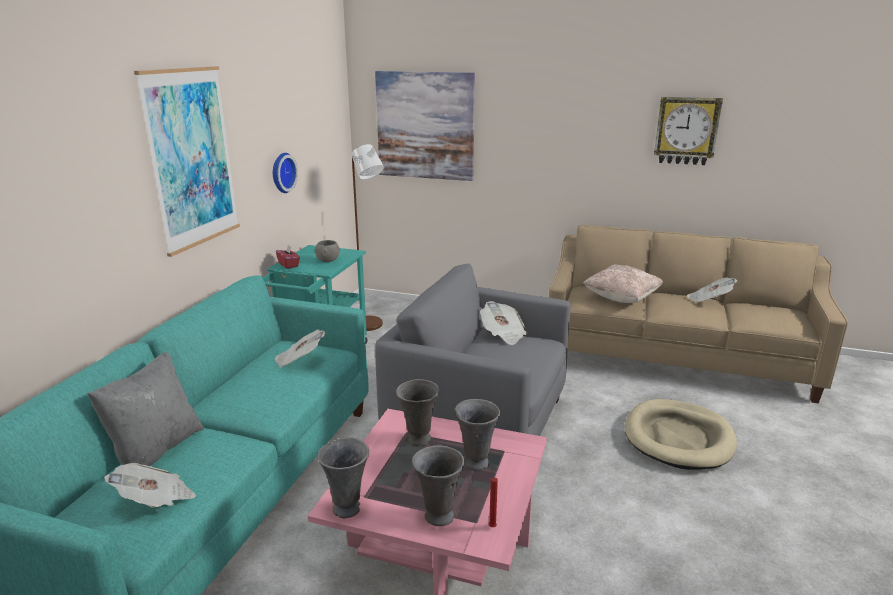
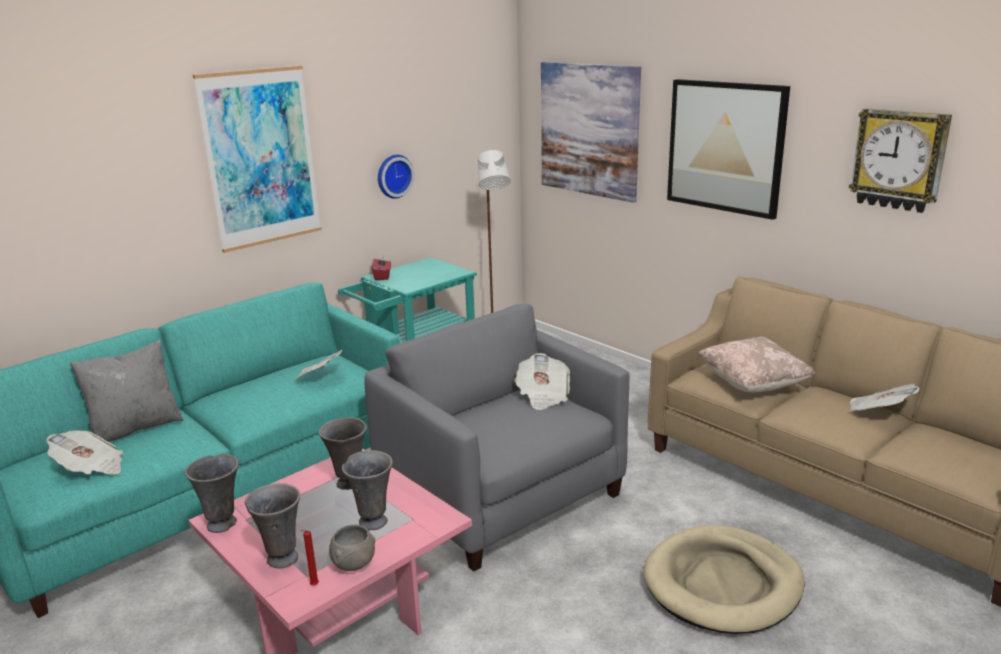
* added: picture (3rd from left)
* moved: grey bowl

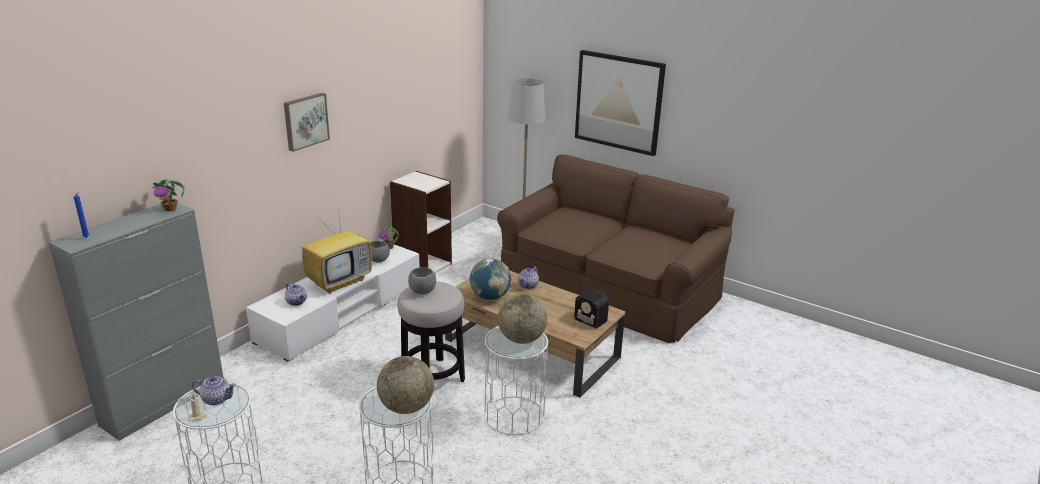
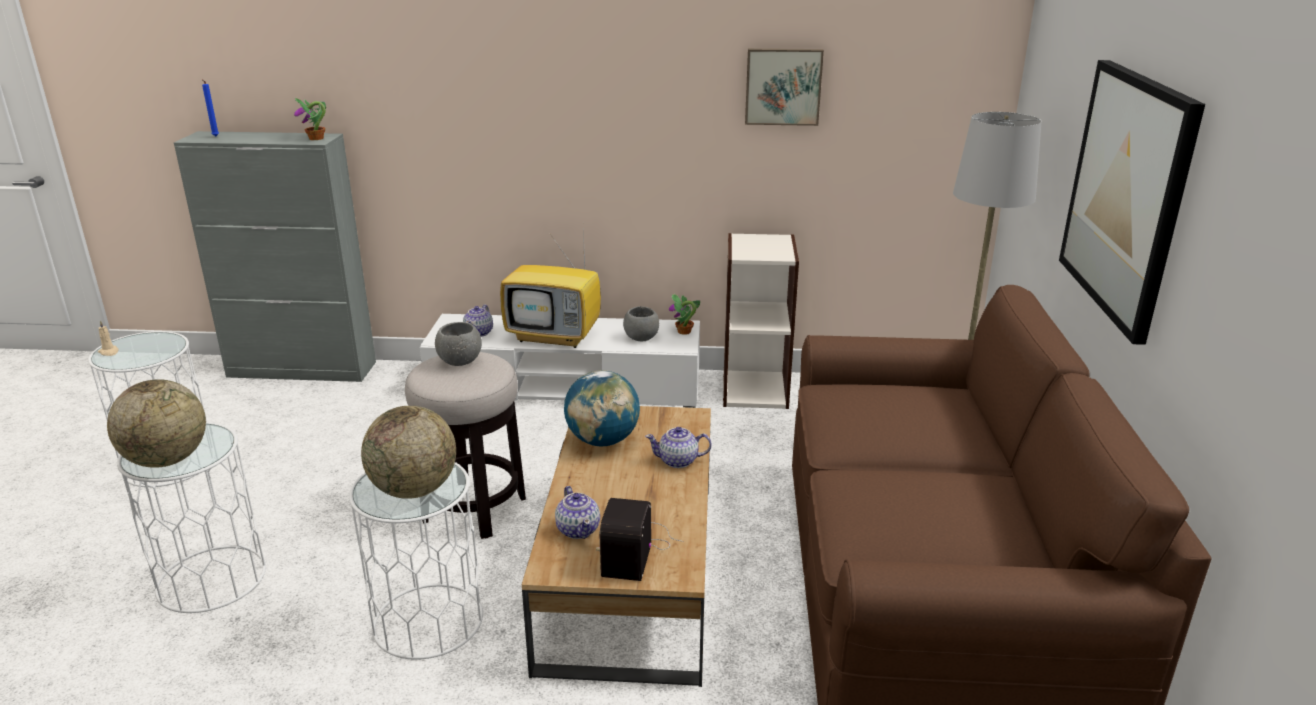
* moved: teapot (1st from left in the first image) to teapot (2nd from left)
* moved: picture (1st from left)

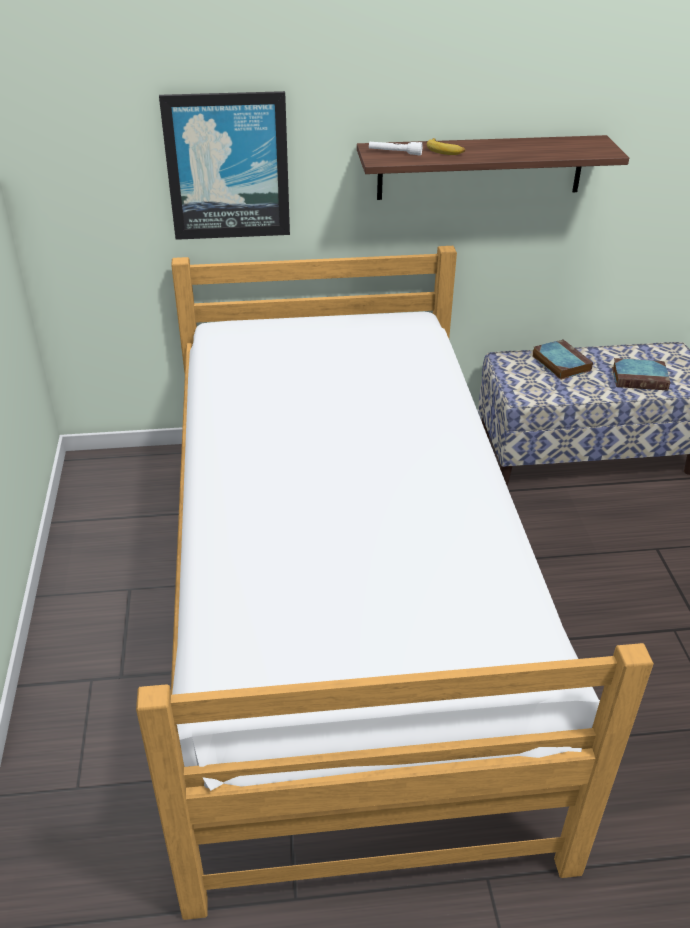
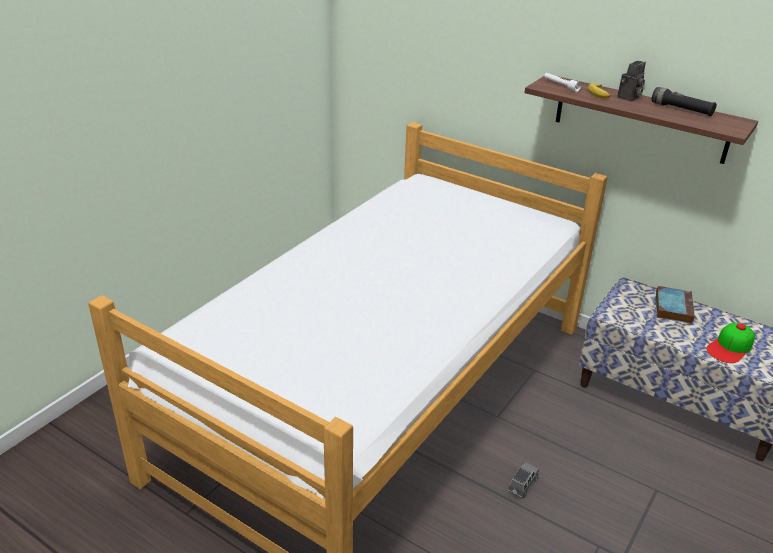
* removed: picture
* added: grey toy car
* added: photo camera
* added: black flashlight
* replaced: book (2nd from left) to cap

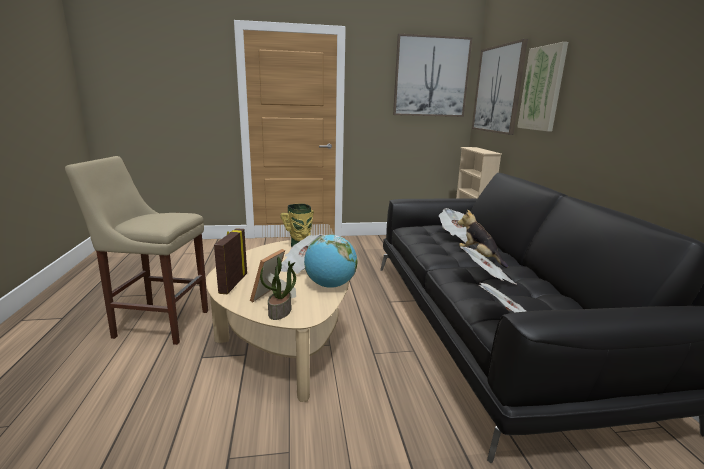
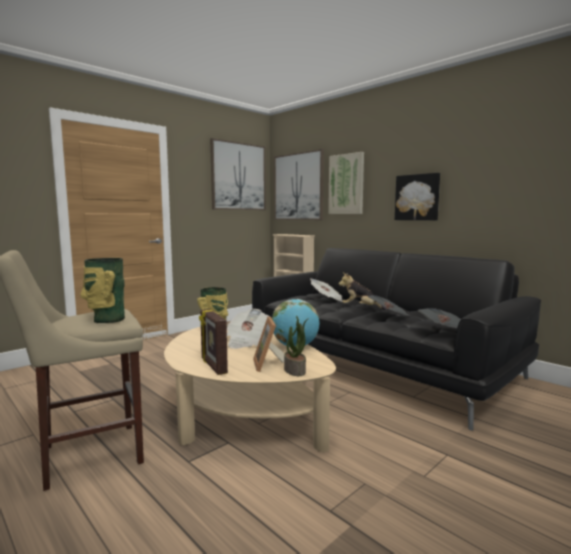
* added: vase (1st from left)
* added: picture (4th from left)

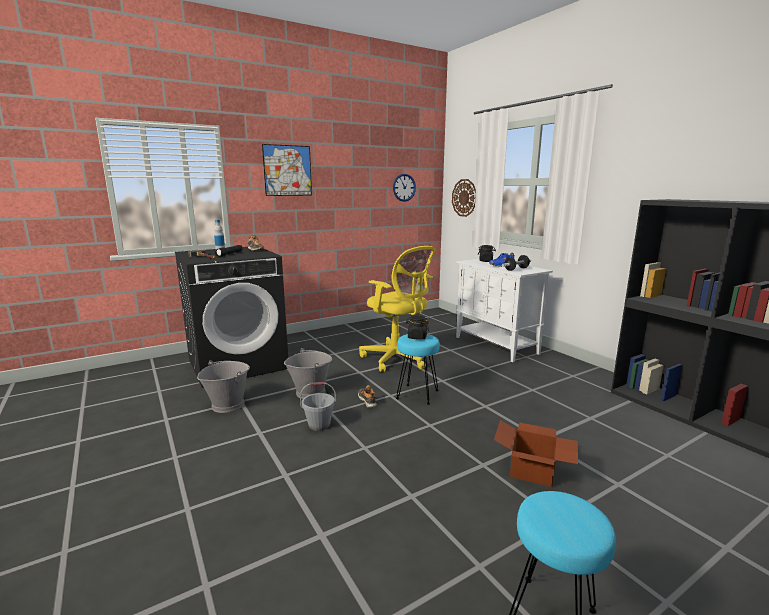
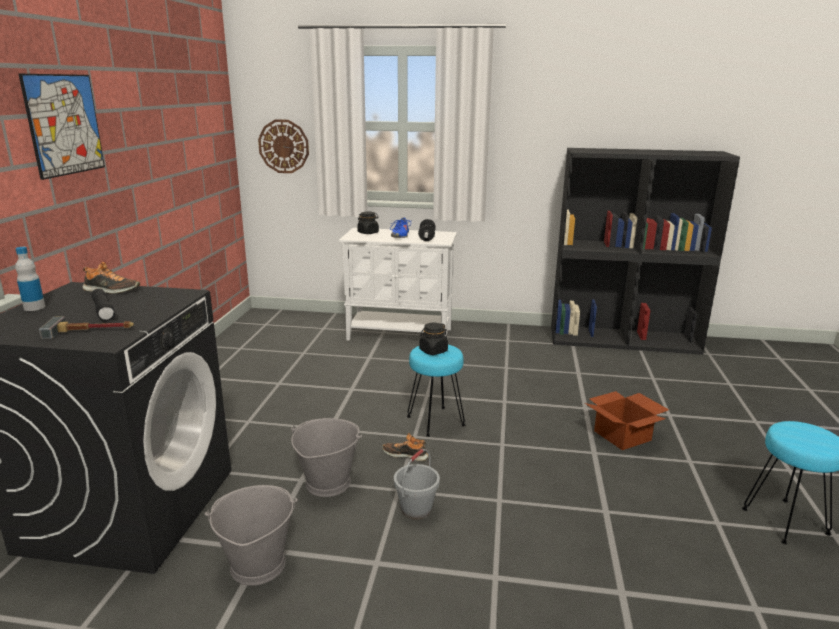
* removed: yellow office chair
* removed: wall clock (1st from left)

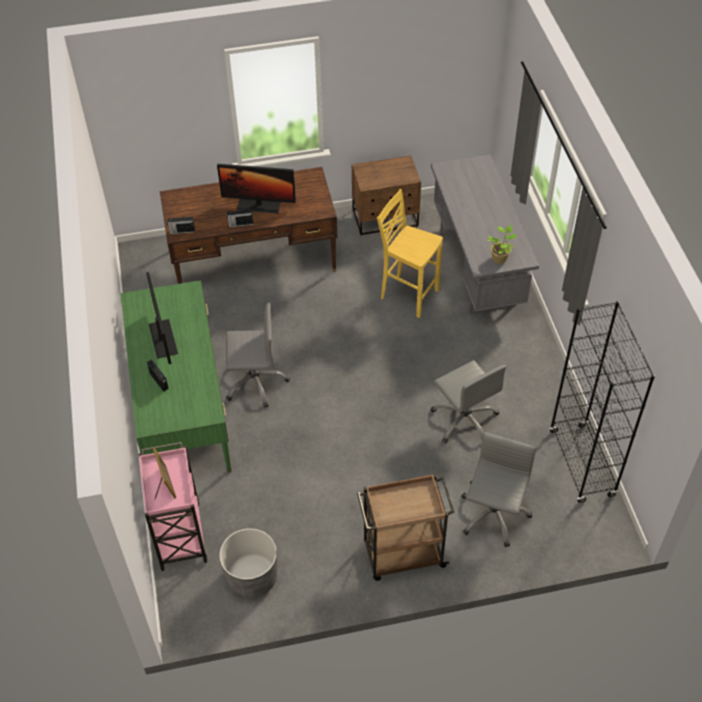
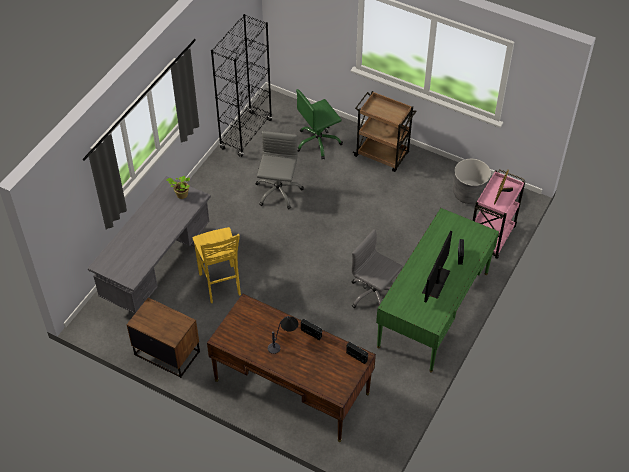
* replaced: monitor (2nd from left) to table lamp
* recoloured: grey office chair (3rd from left) to green office chair

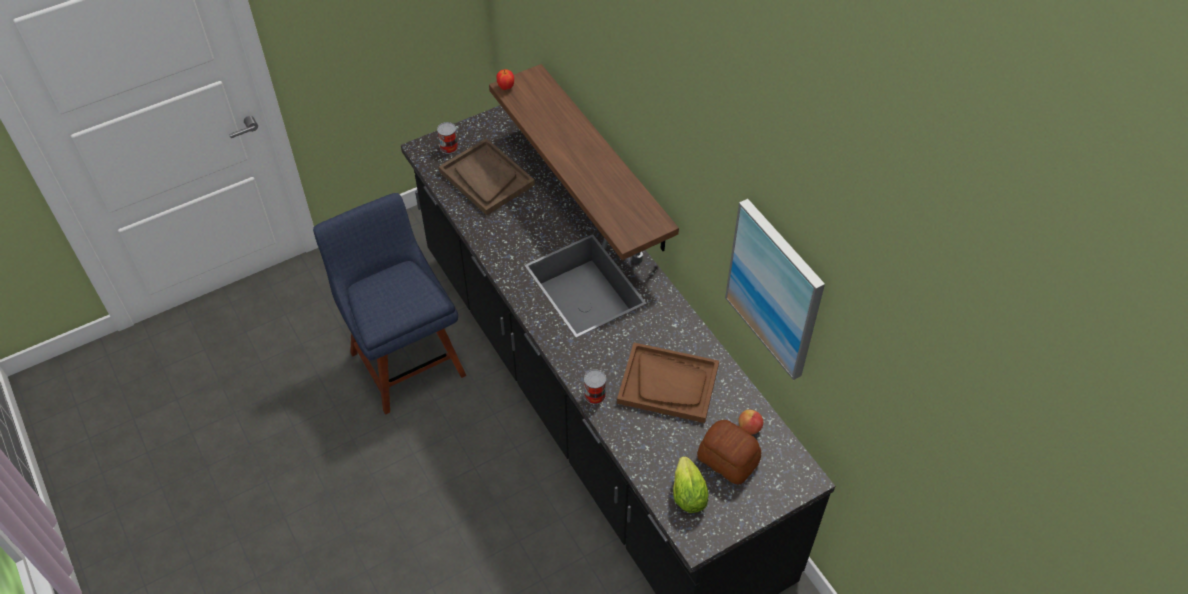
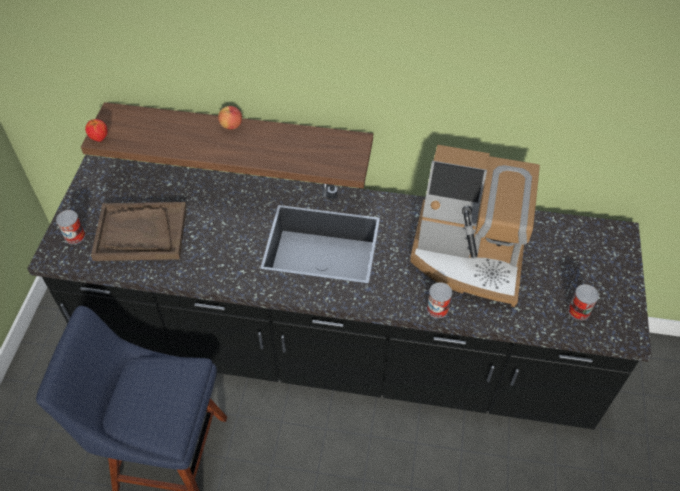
* removed: bread
* removed: picture
* moved: apple (2nd from left)
* replaced: brown tray (2nd from left) to coffee machine
* replaced: lettuce to can (3rd from left)

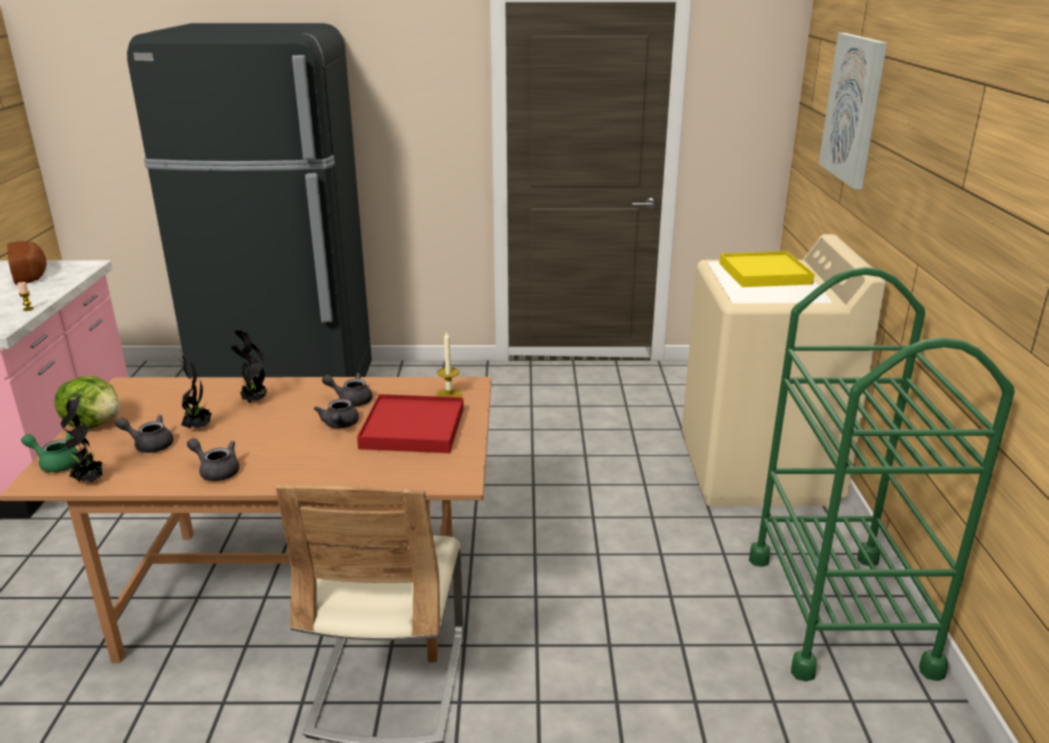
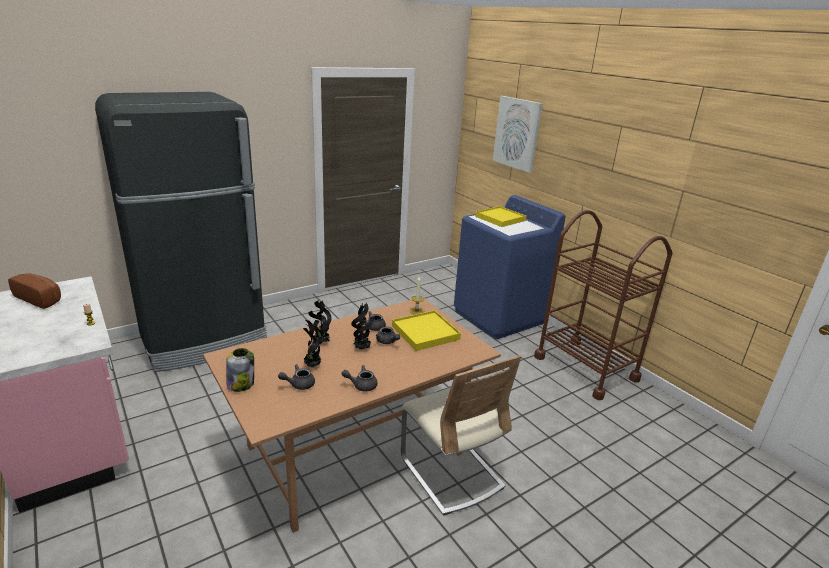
* removed: green teapot
* moved: potted plant (1st from left in the first image) to potted plant (3rd from left)
* replaced: lettuce to jar
* recoloured: red tray to yellow tray (1st from left)
* recoloured: beige washing machine to blue washing machine
* recoloured: green cart to brown cart

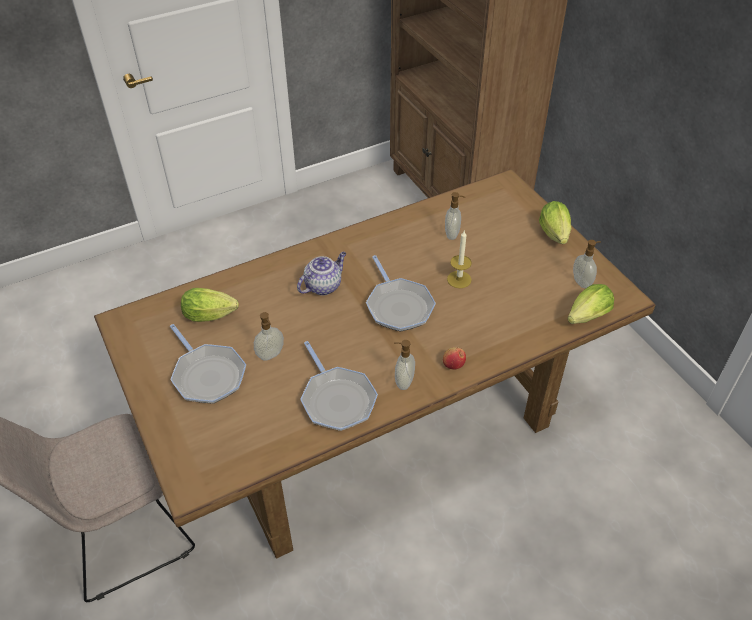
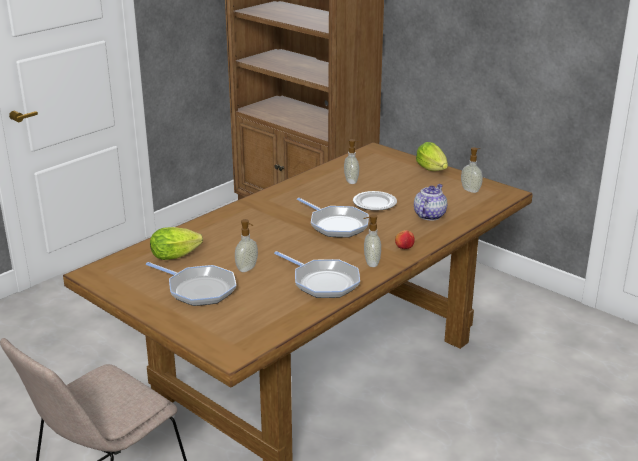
* removed: lettuce (3rd from left)
* moved: teapot
* replaced: candle to plate

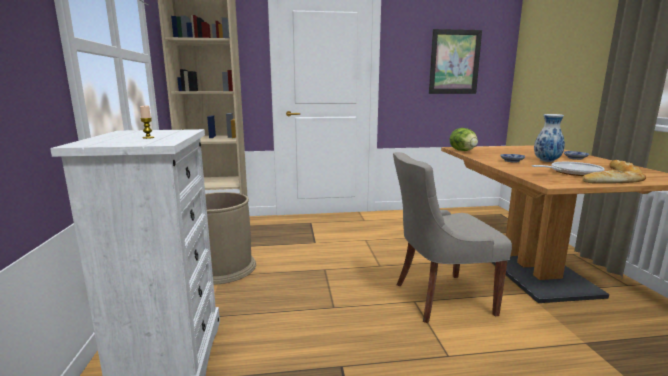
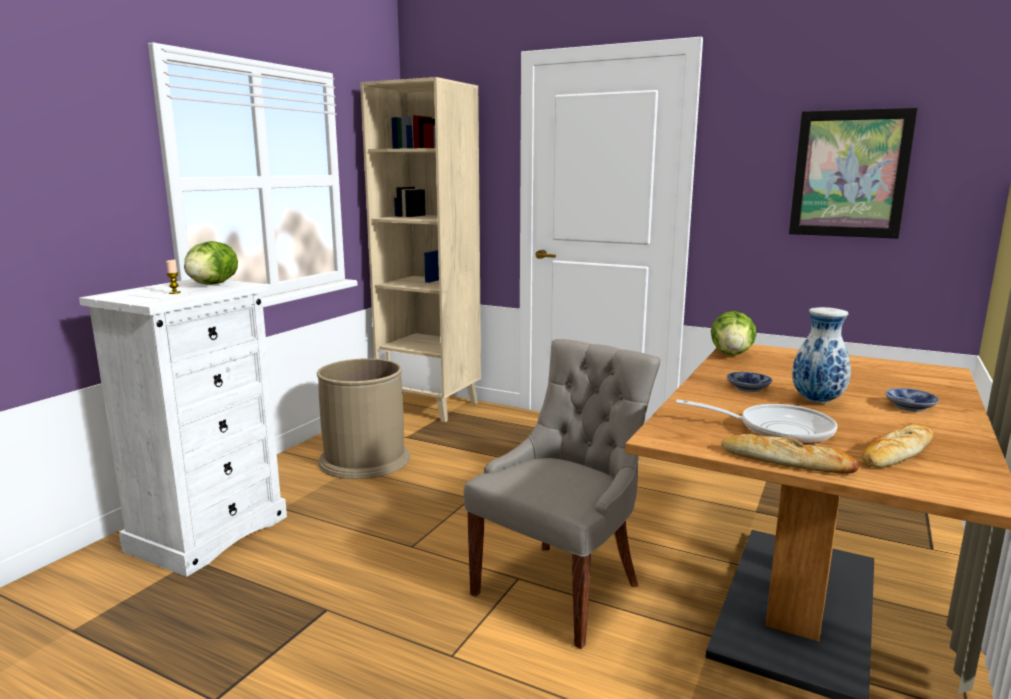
* added: lettuce (1st from left)
* turned: grey chair 105 degrees clockwise

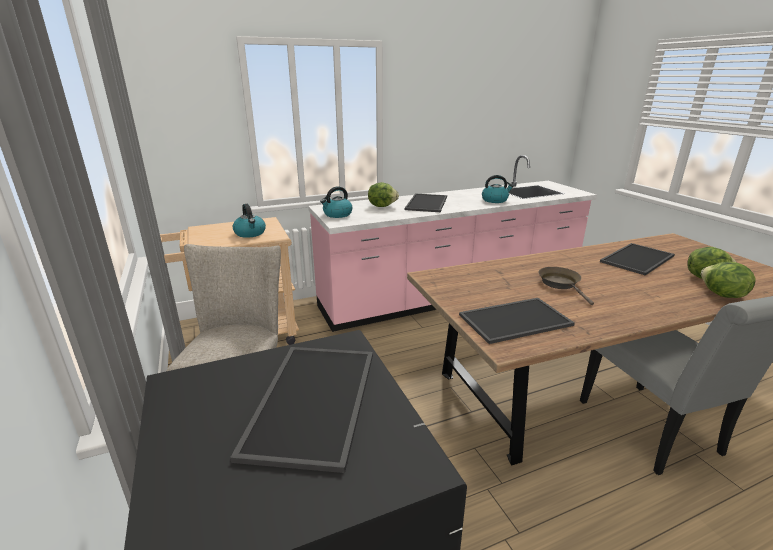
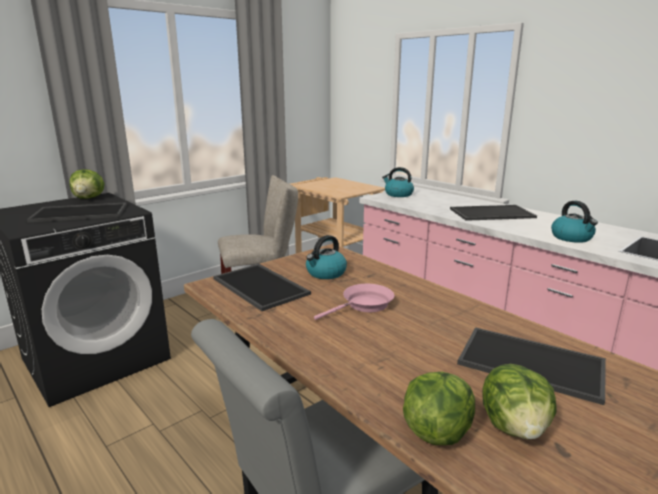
* moved: kettle (1st from left)
* moved: lettuce (1st from left)
* recoloured: brown frying pan to pink frying pan

